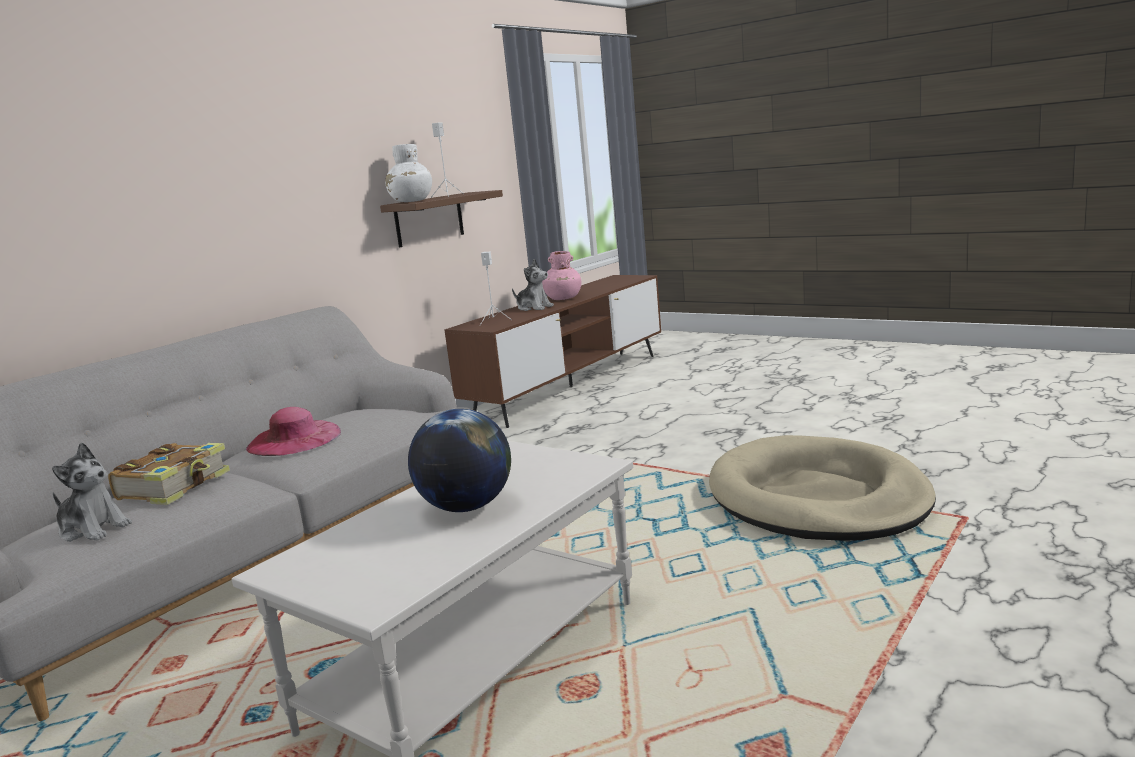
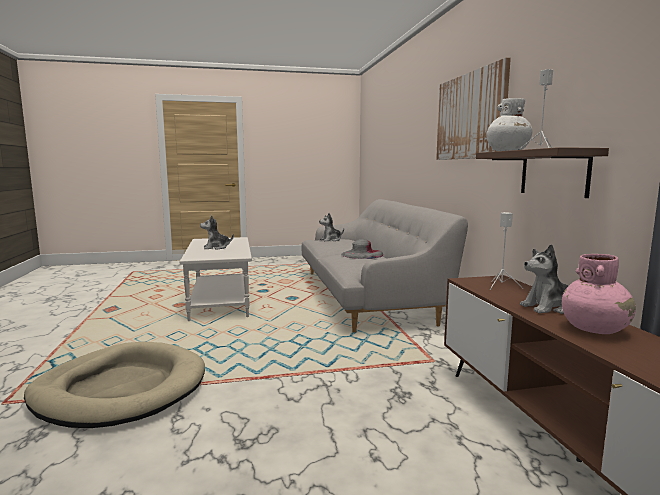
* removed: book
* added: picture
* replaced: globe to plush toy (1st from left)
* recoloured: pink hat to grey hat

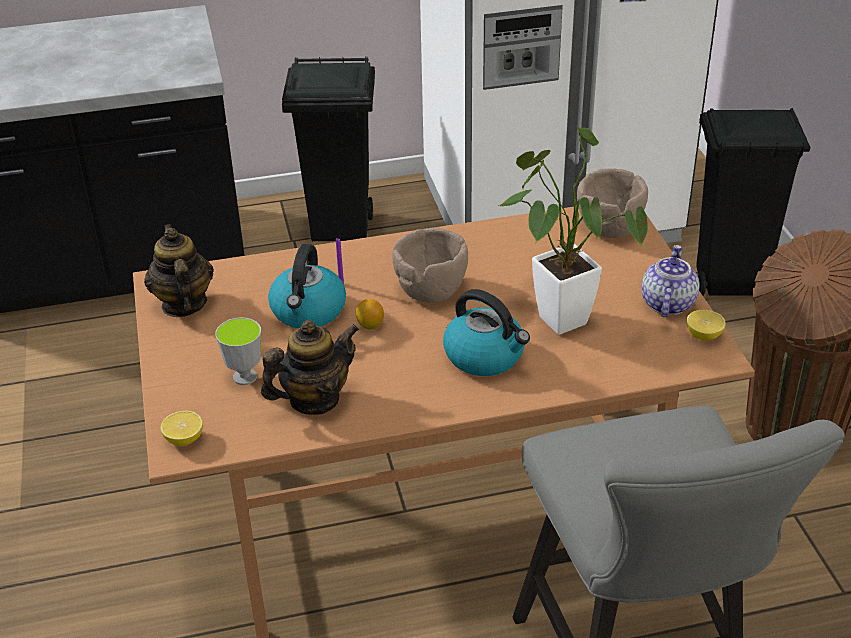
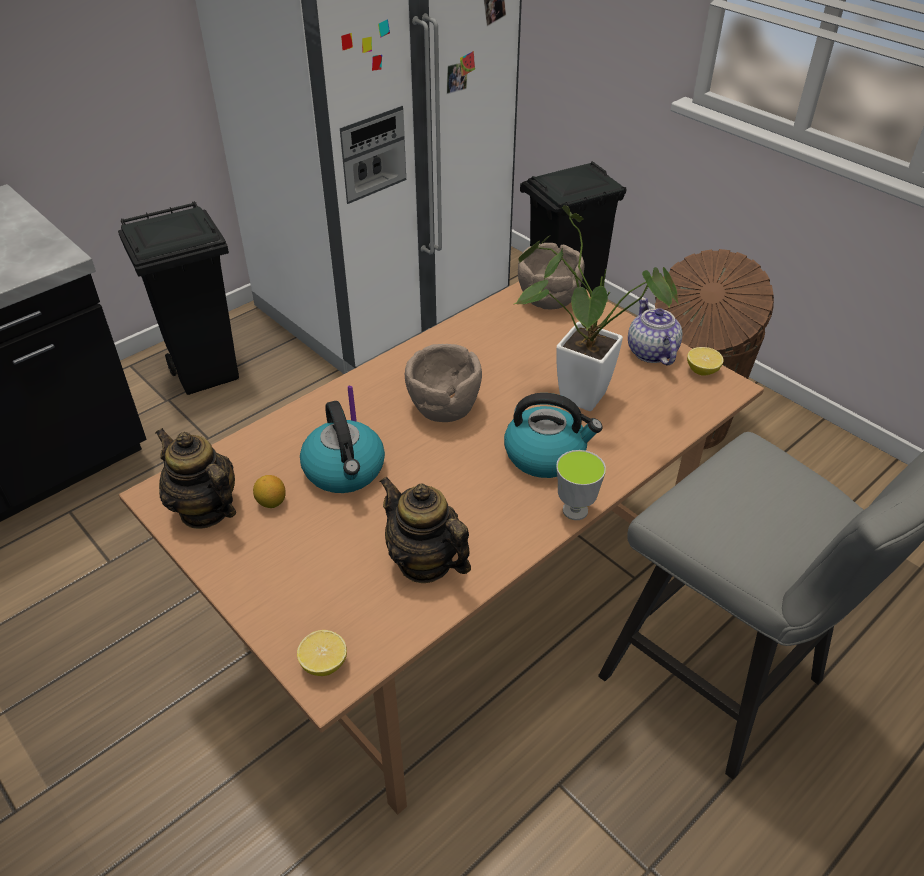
* moved: cup
* moved: lemon (2nd from left in the first image) to lemon (1st from left)
* turned: teapot (2nd from left) 75 degrees counterclockwise

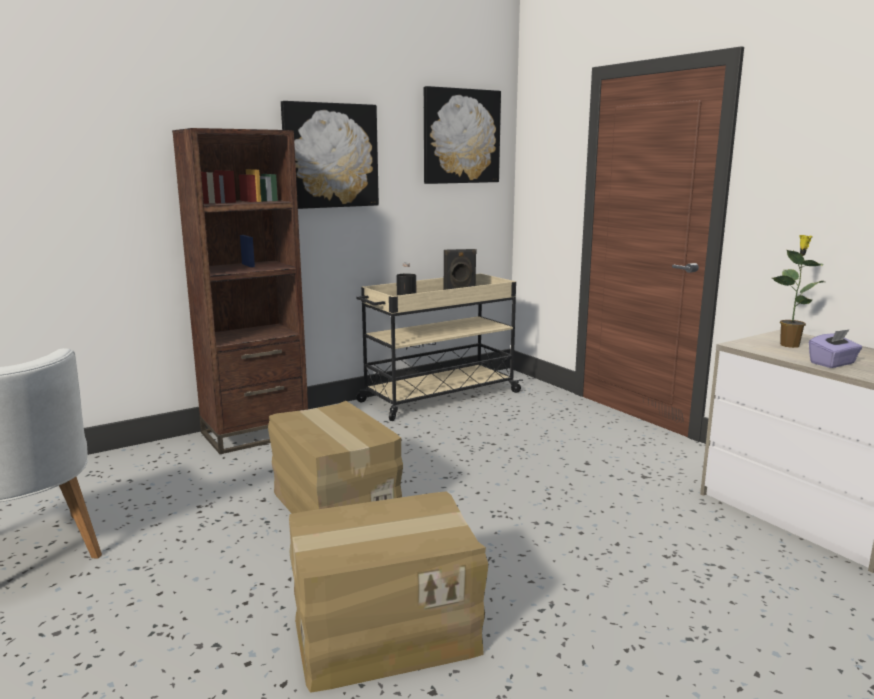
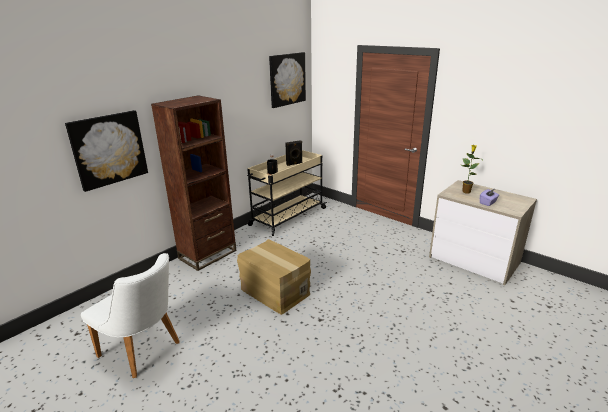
* removed: cardboard box (2nd from left)
* moved: picture (1st from left)

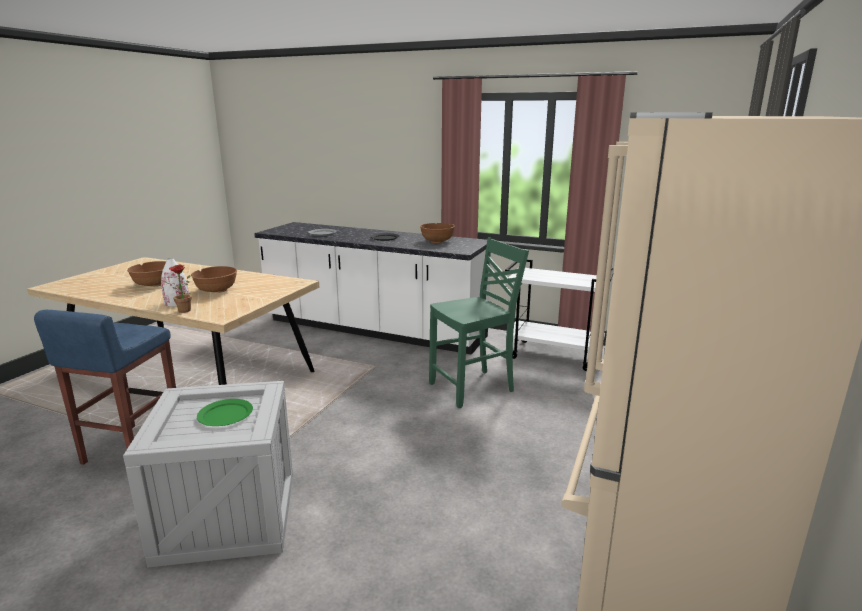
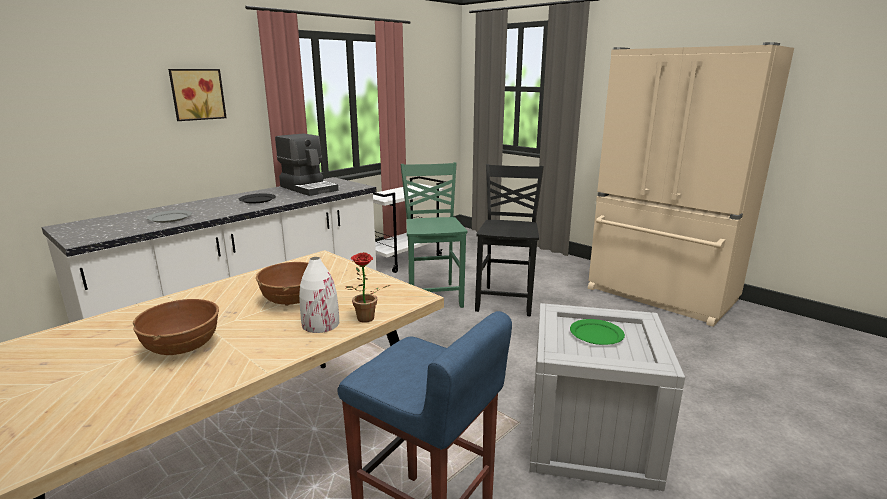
* added: picture
* added: black chair
* replaced: brown bowl (3rd from left) to coffee machine

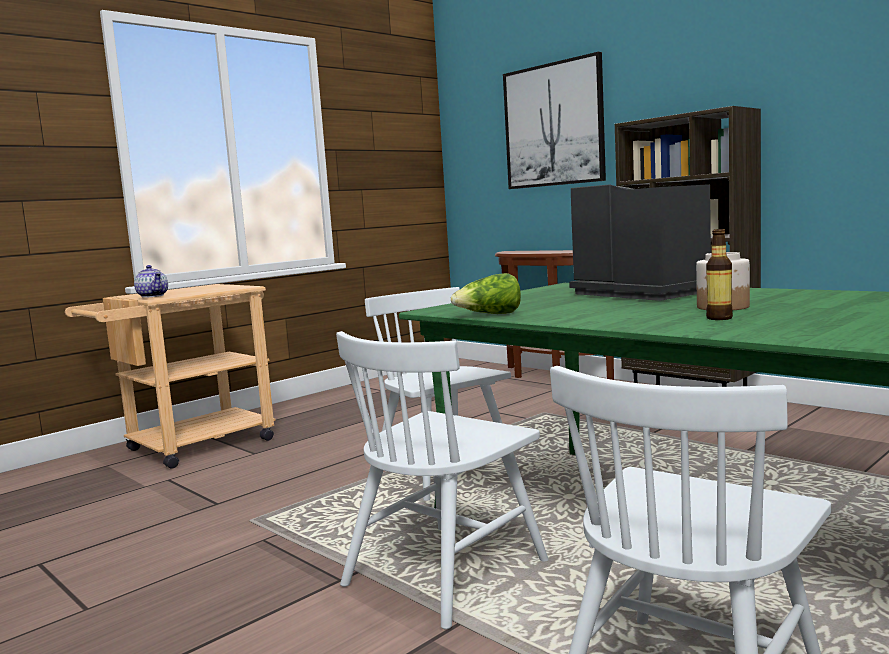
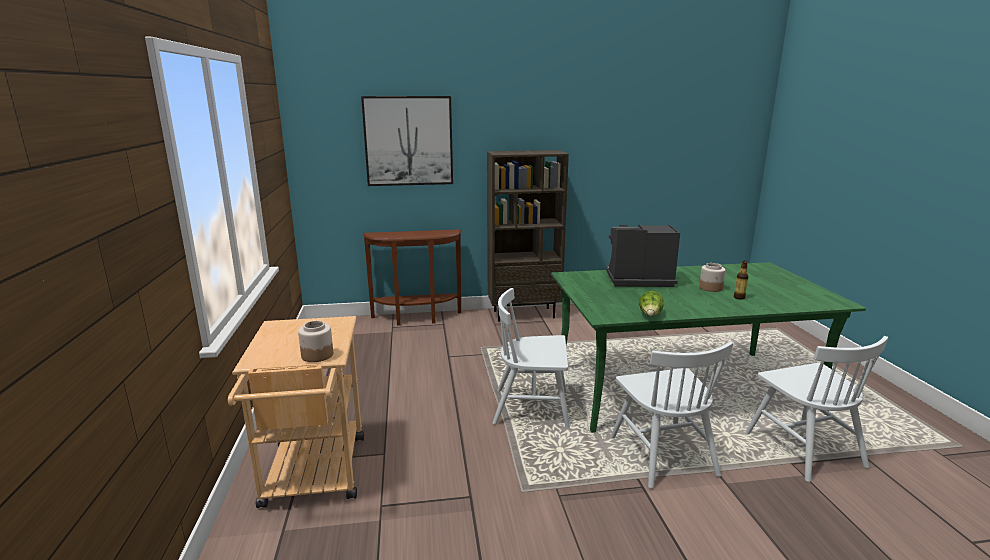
* replaced: teapot to jar (1st from left)

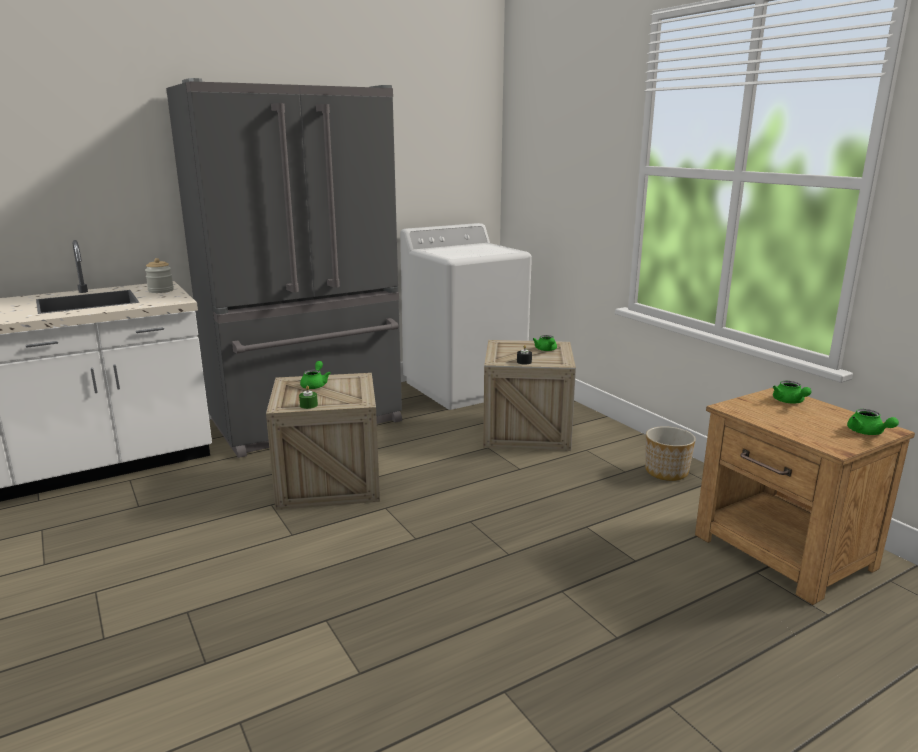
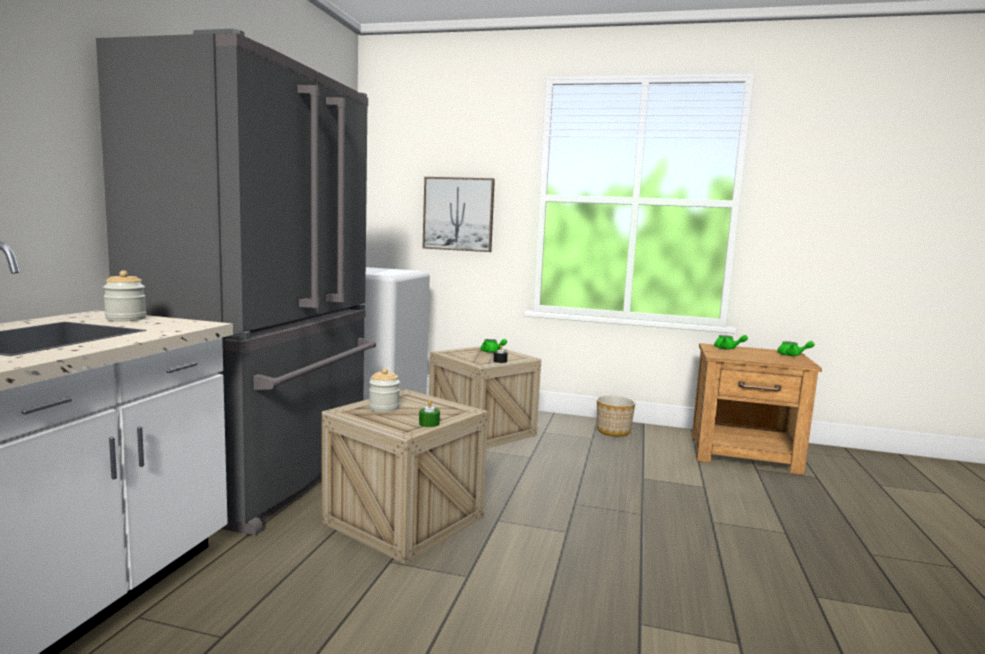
* added: picture
* replaced: green teapot (1st from left) to jar (2nd from left)

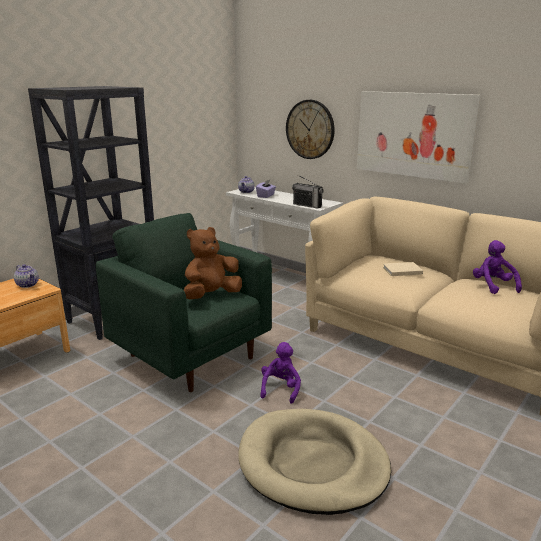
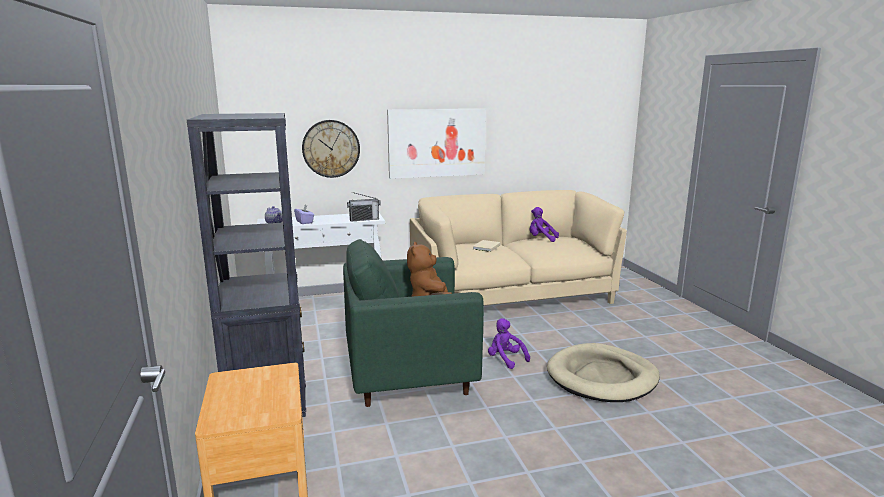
* removed: teapot (1st from left)

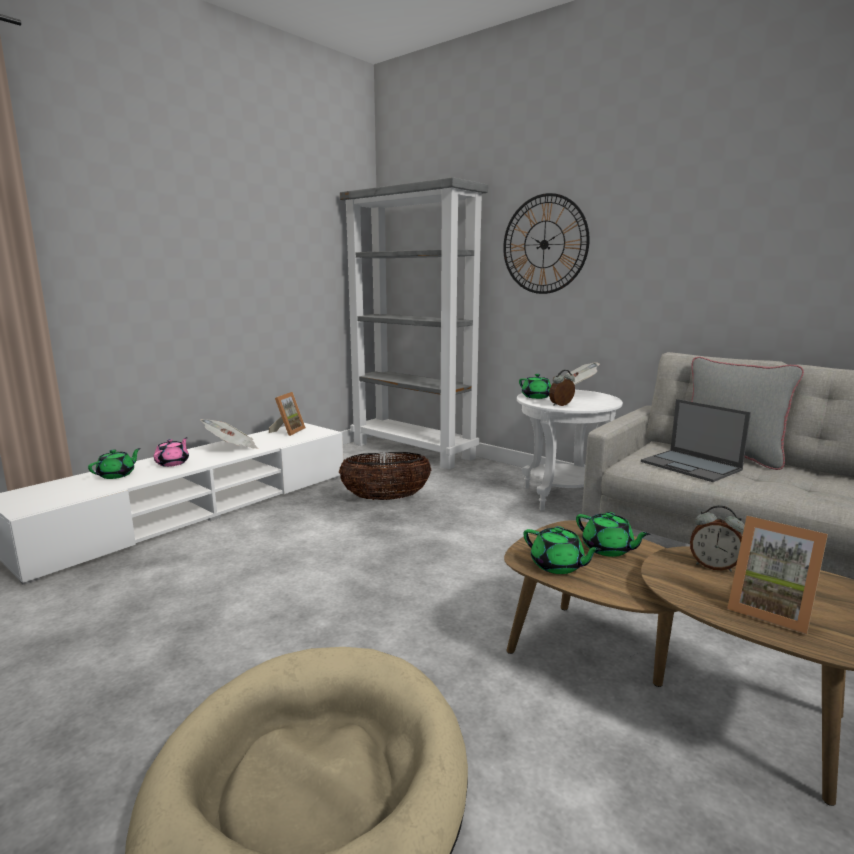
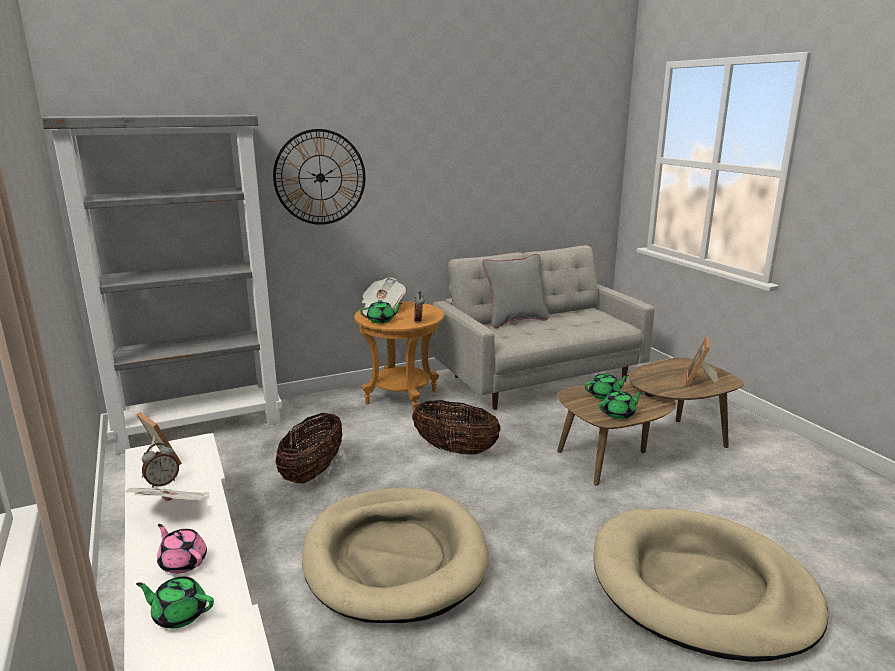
* removed: laptop
* added: beige dog bed (1st from left)
* added: basket (2nd from left)
* moved: alarm clock (2nd from left in the first image) to alarm clock (1st from left)
* recoloured: white side table to brown side table
* turned: green teapot (1st from left) 45 degrees counterclockwise
* turned: picture frame (2nd from left) 135 degrees clockwise

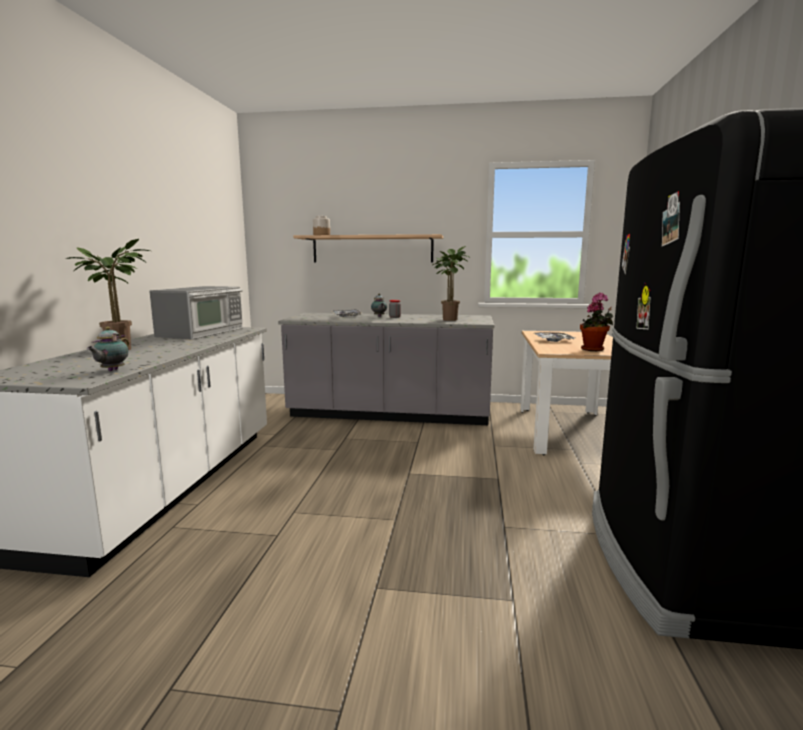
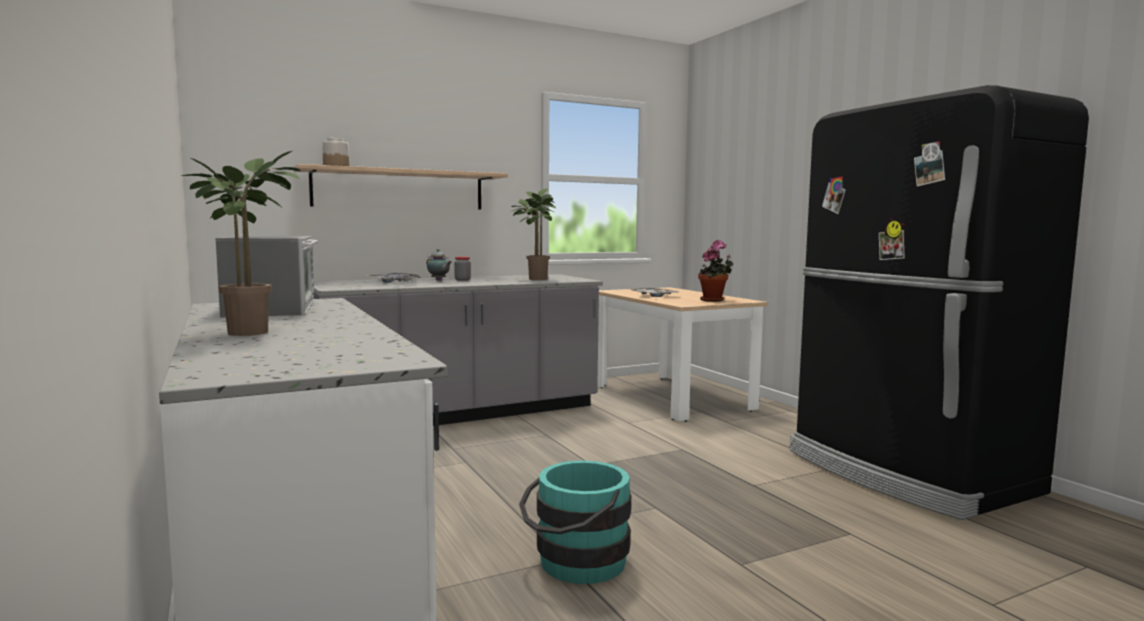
* removed: teapot (1st from left)
* added: turquoise bucket

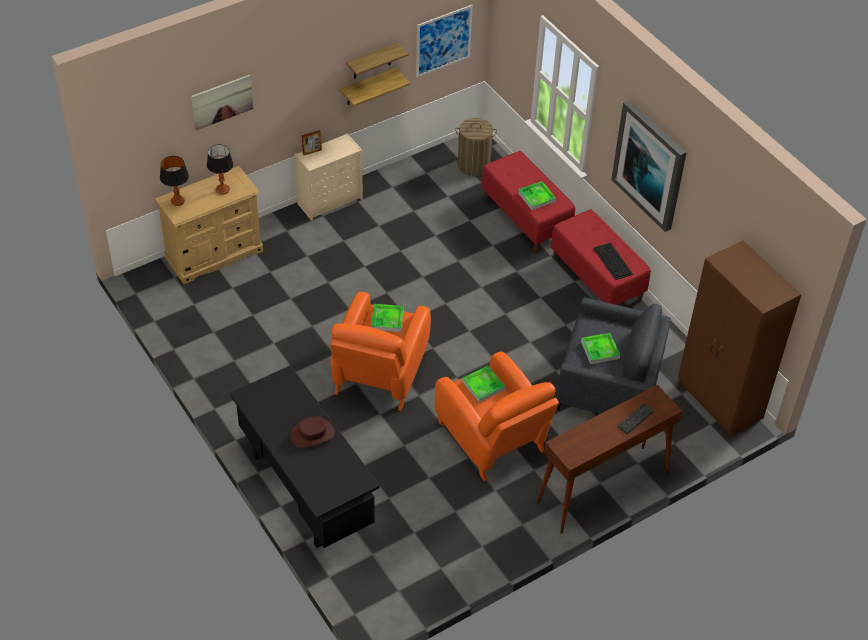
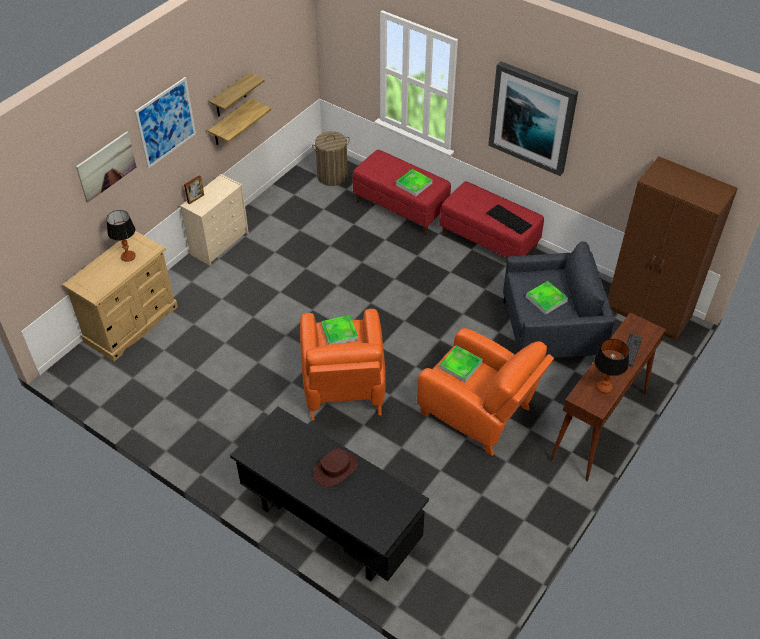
* moved: table lamp (1st from left in the first image) to table lamp (2nd from left)
* moved: picture (2nd from left)

